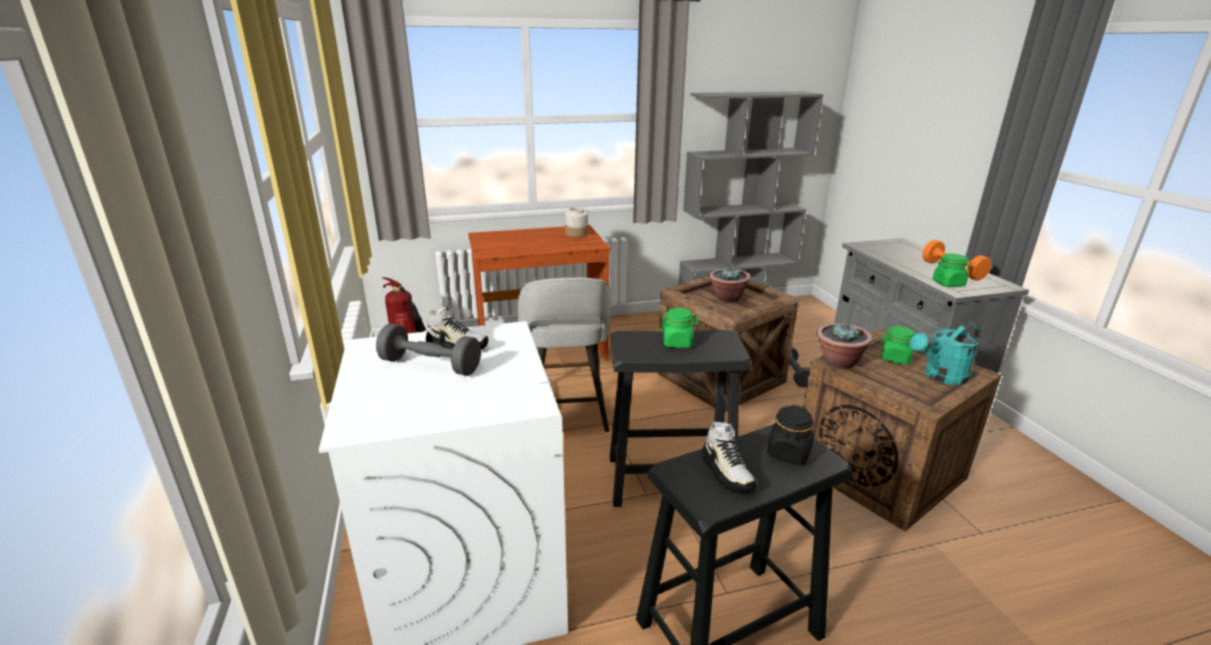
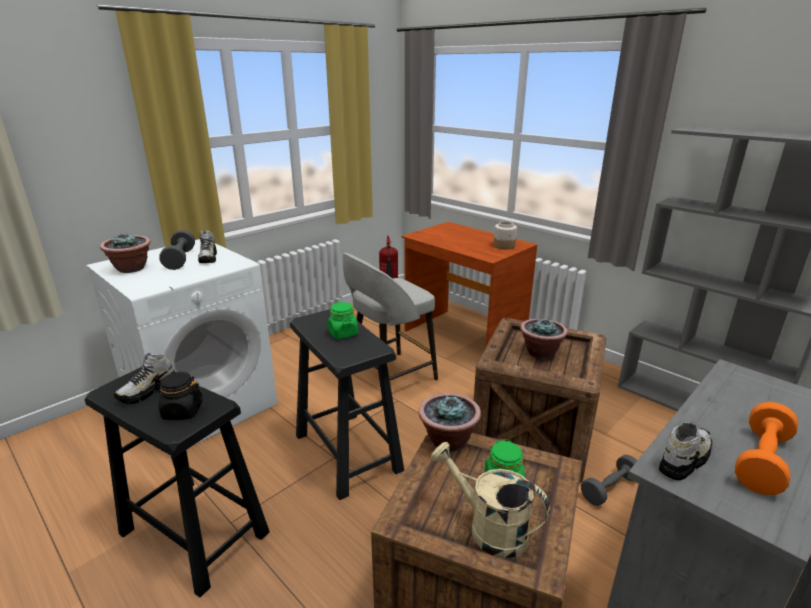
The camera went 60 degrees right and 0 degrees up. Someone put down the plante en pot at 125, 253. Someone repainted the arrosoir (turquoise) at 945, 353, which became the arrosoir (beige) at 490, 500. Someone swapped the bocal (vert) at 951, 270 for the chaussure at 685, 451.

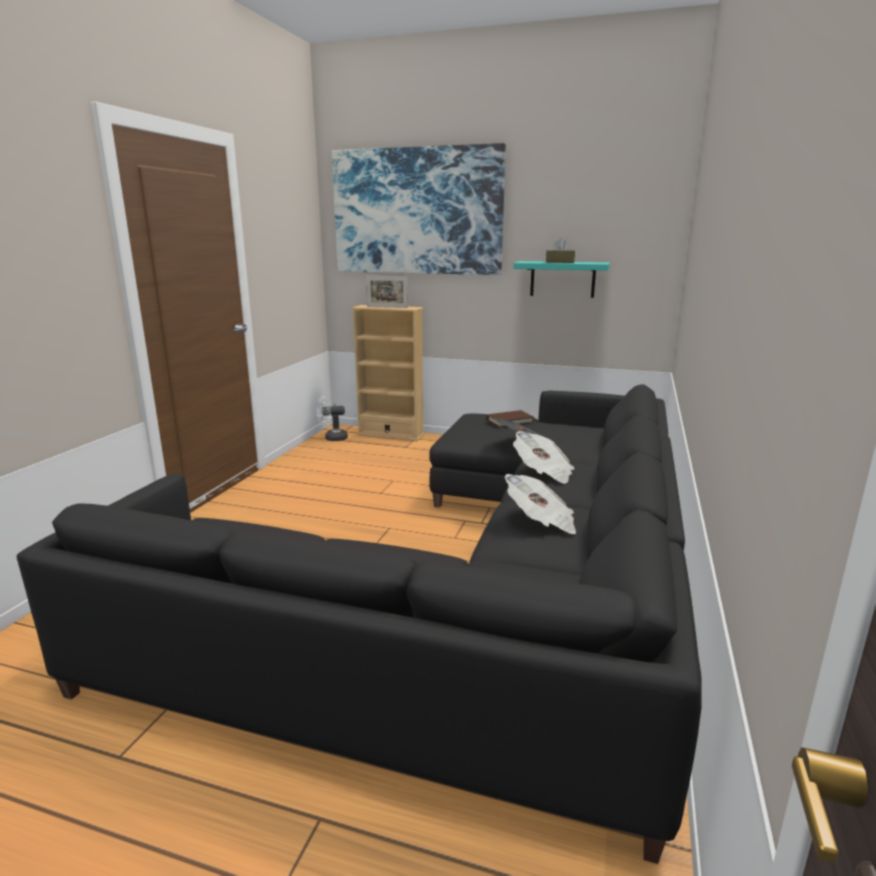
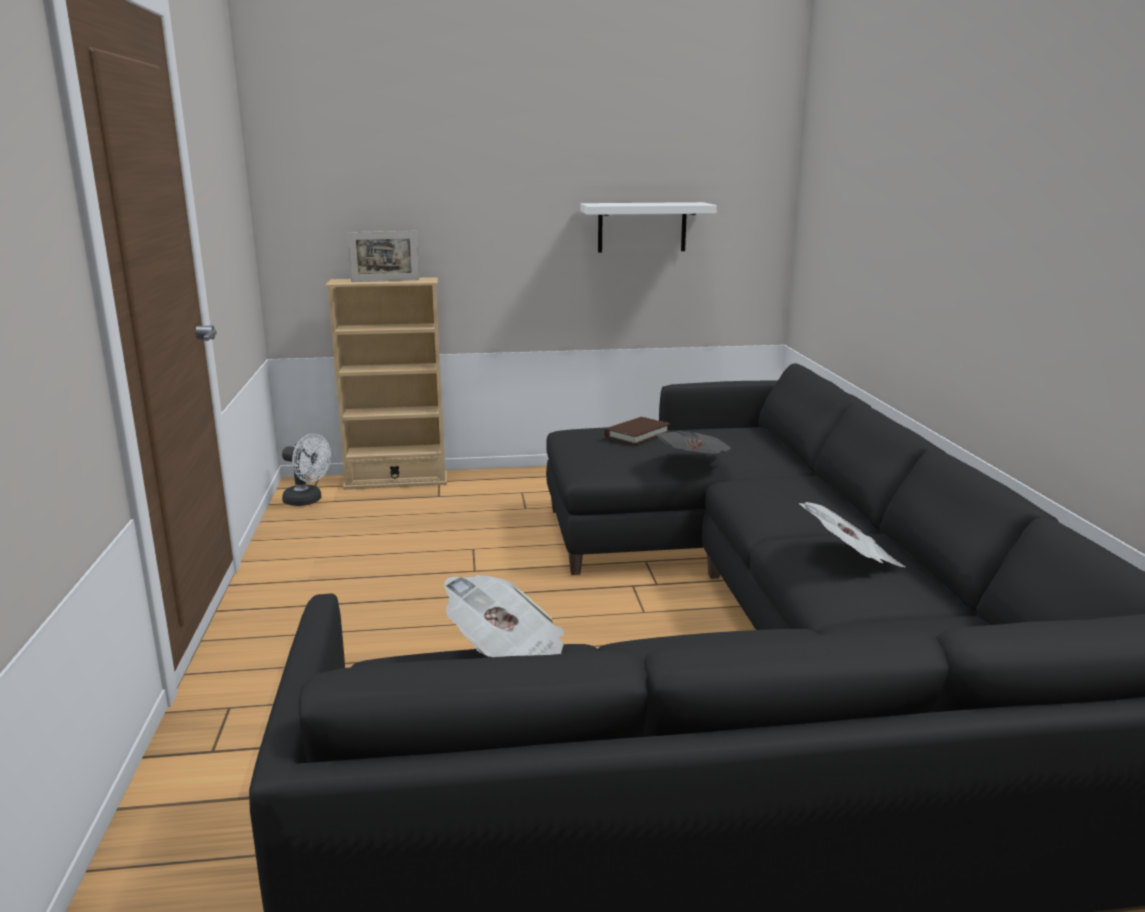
The camera went 25 degrees left and 0 degrees up. Someone rotated the ventilateur (blanc) at 332, 418 by 120 degrees counterclockwise. Someone carried the journal from 543, 457 to 504, 616. Someone repainted the étagère (turquoise) at 561, 279, which became the étagère (blanc) at 649, 227. Someone took away the tableau at 419, 209. Someone took away the boîte à mouchoirs (marron) at 560, 250.

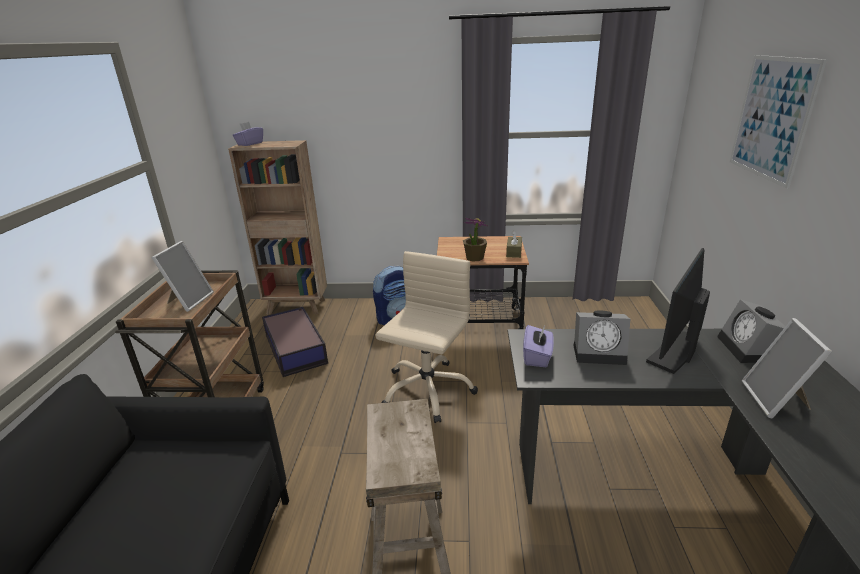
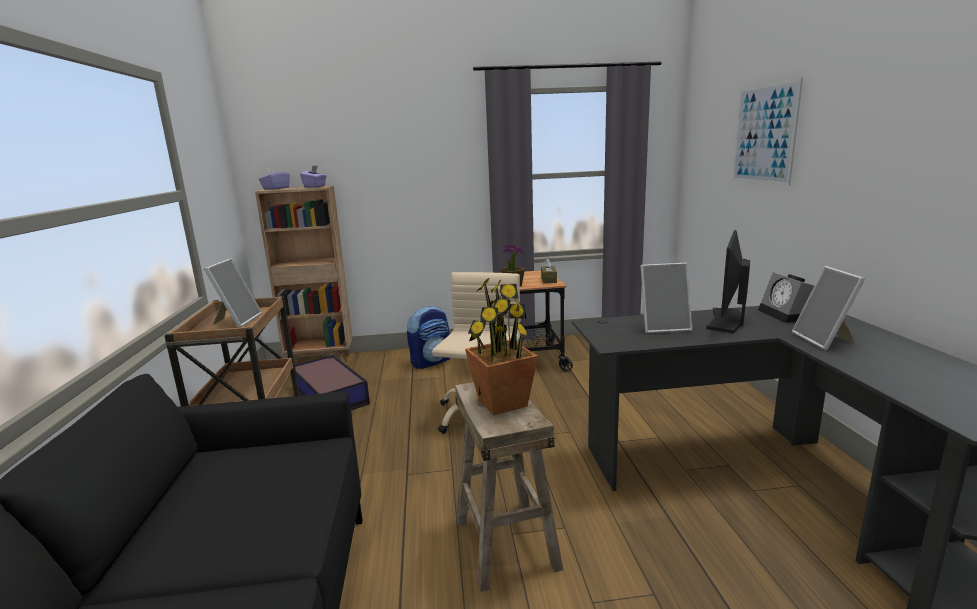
The camera went 10 degrees left and 10 degrees down. Someone carried the boîte à mouchoirs (violet) from 538, 346 to 313, 176. Someone put down the plante en pot at 501, 346. Someone swapped the réveil at 601, 338 for the cadre photo at 666, 298.

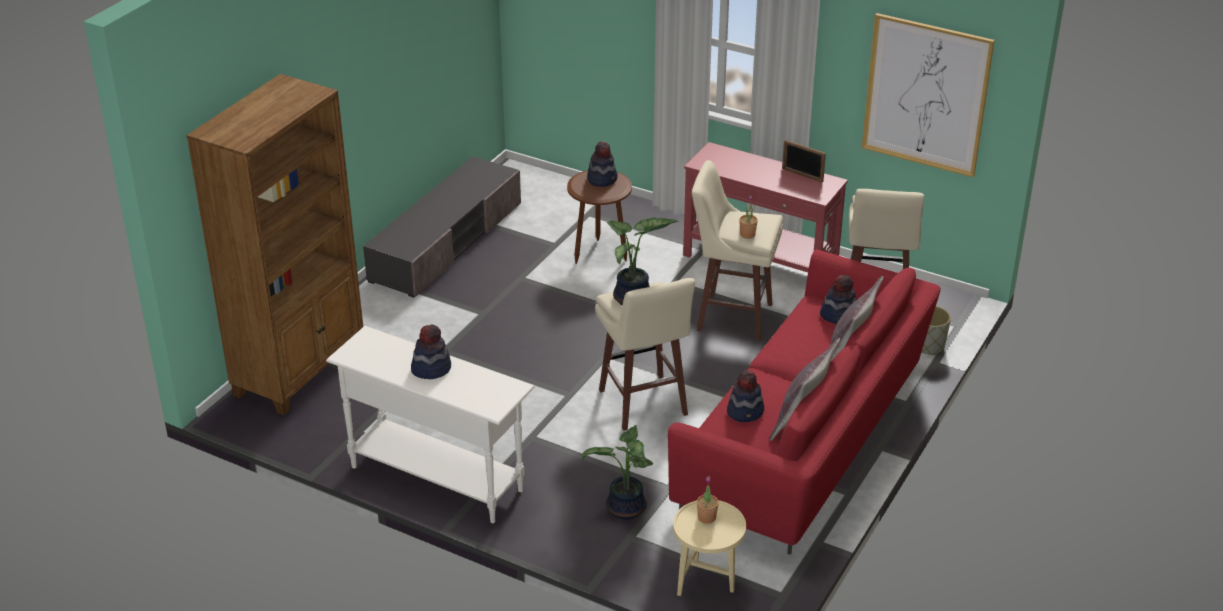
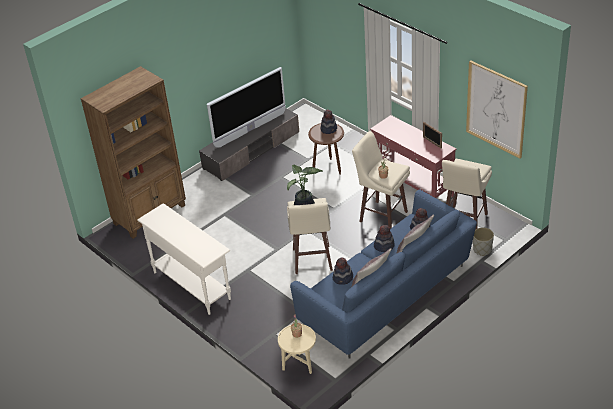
The camera went 20 degrees right and 5 degrees up. Someone put down the téléviseur at 246, 107. Someone repainted the canapé (rouge) at 804, 402, which became the canapé (bleu) at 383, 274. Someone carried the chapeau from 431, 351 to 384, 238. Someone took away the plante en pot at 617, 472.

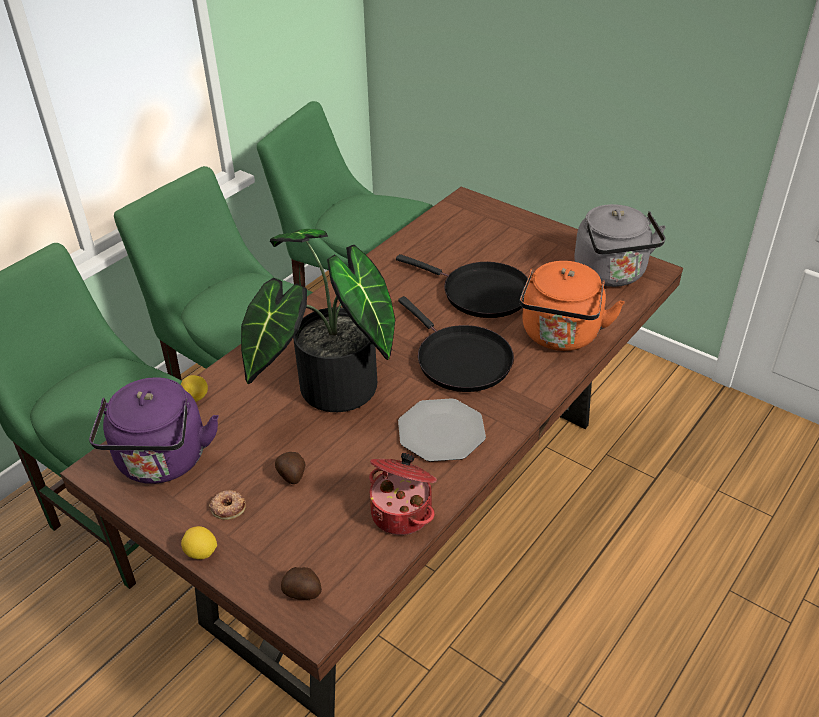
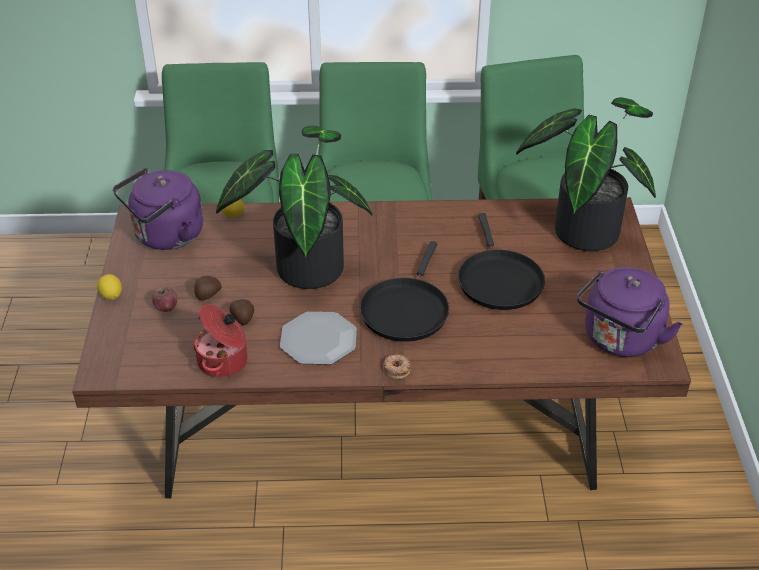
The camera went 50 degrees right and 0 degrees up. Someone put down the pomme at 164, 299. Someone carried the pomme de terre from 301, 583 to 241, 312. Someone carried the beignet from 227, 505 to 397, 366. Someone put down the plante en pot at 586, 174. Someone repainted the bouilloire (gris) at 620, 245, which became the bouilloire (violet) at 630, 312. Someone took away the bouilloire (orange) at 572, 306.

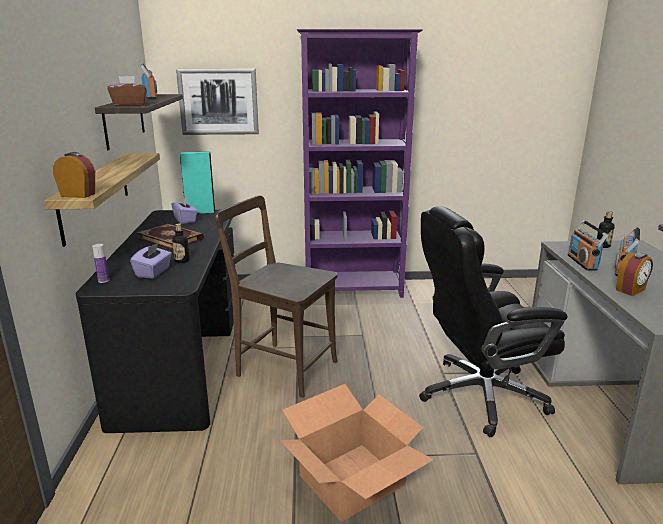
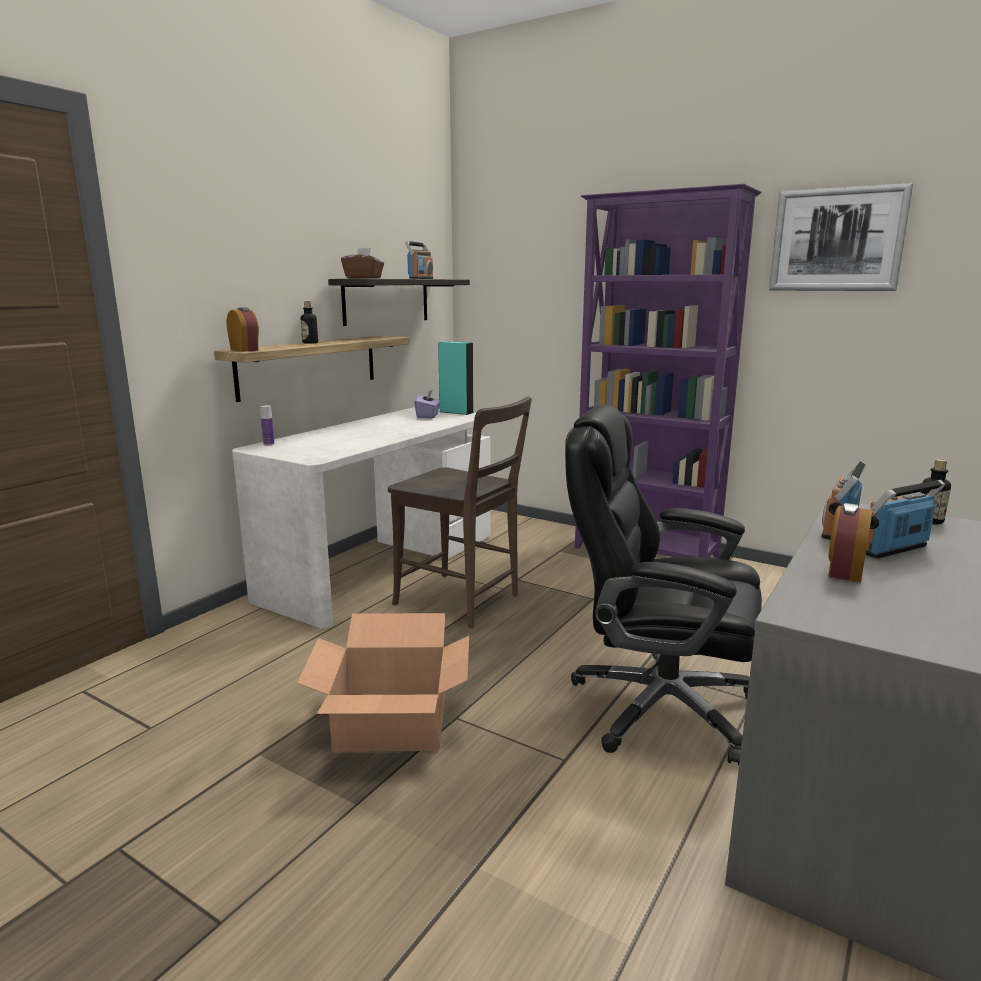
The camera went 35 degrees right and 5 degrees down. Someone repainted the bureau (noir) at 155, 321, which became the bureau (blanc) at 361, 517. Someone carried the bouteille from 181, 243 to 309, 322. Someone rotated the chaise (marron) at 276, 296 by 150 degrees clockwise. Someone carried the tableau from 217, 101 to 841, 237. Someone rotated the réveil at 634, 274 by 120 degrees clockwise. Someone took away the boîte à mouchoirs (violet) at 151, 260. Someone took away the livre at 170, 237.

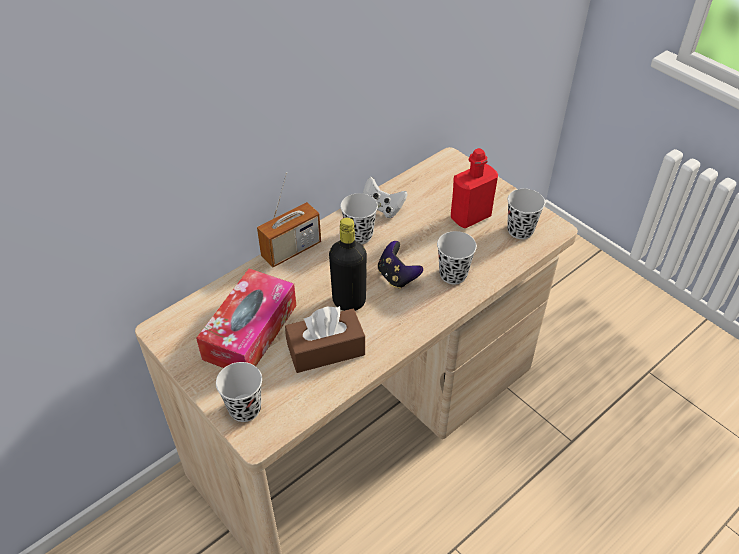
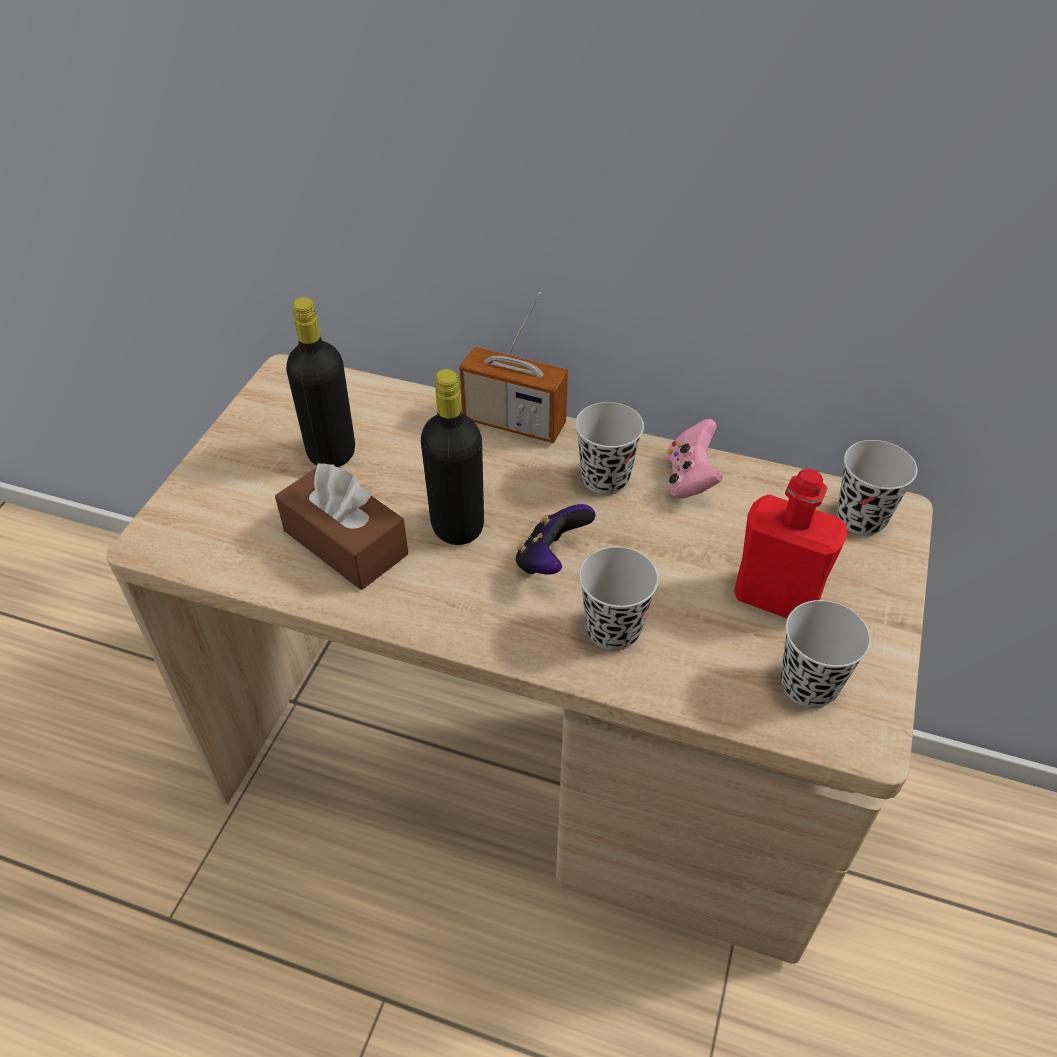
The camera went 60 degrees right and 0 degrees up. Someone swapped the boîte à mouchoirs at 246, 318 for the bouteille (noir) at 320, 382. Someone repainted the manette (blanc) at 385, 197, which became the manette (rose) at 695, 458. Someone carried the tasse (noir) from 239, 392 to 877, 488.

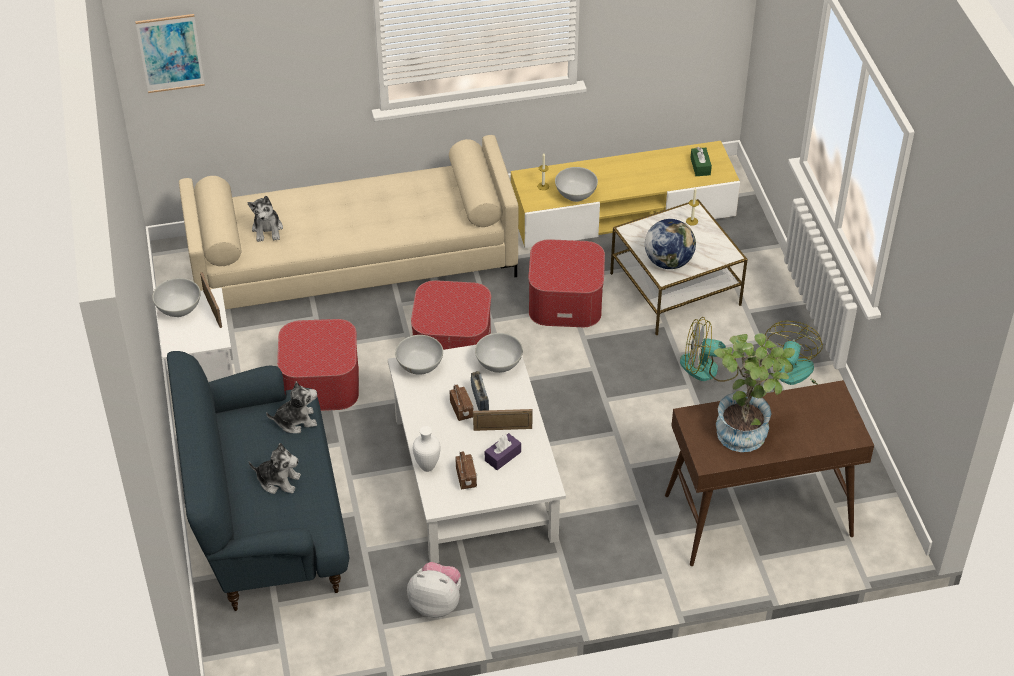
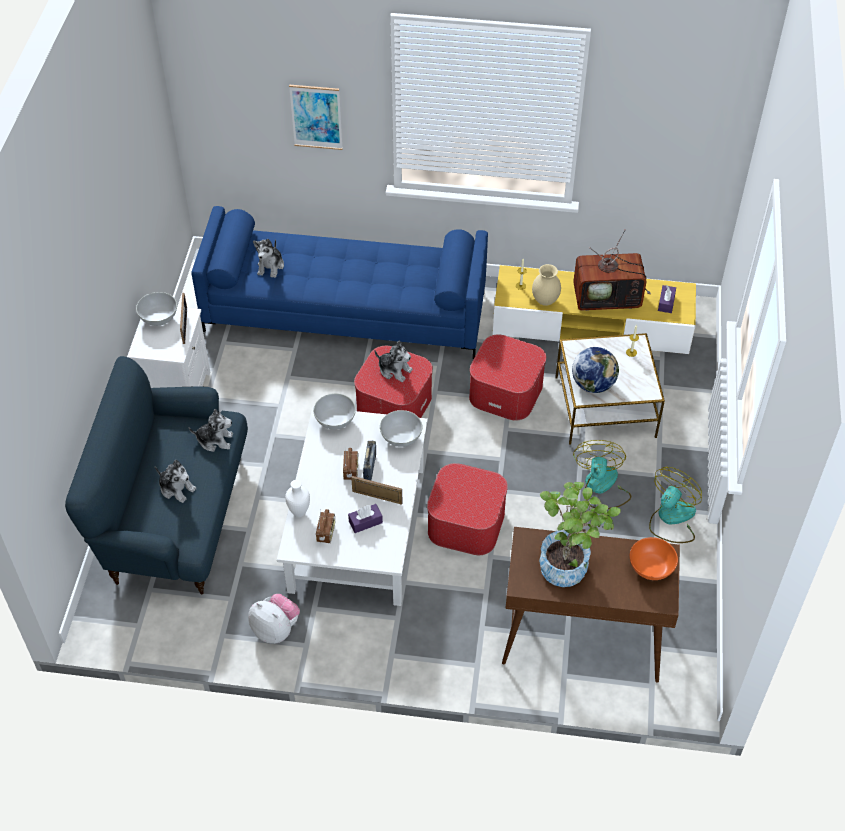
The camera went 20 degrees right and 5 degrees up. Someone repainted the canapé (beige) at 348, 222, which became the canapé (bleu) at 339, 282. Someone carried the tableau from 170, 53 to 316, 117. Someone put down the peluche at 394, 361. Someone carried the pouf from 318, 365 to 467, 509. Someone swapped the bol (blanc) at 576, 184 for the vase (beige) at 546, 285. Someone put down the téléviseur at 612, 270. Someone rotated the ventilateur at 709, 349 by 75 degrees clockwise. Someone put down the bol (orange) at 654, 558. Someone repainted the boîte à mouchoirs (vert) at 701, 161, which became the boîte à mouchoirs (violet) at 667, 299.

